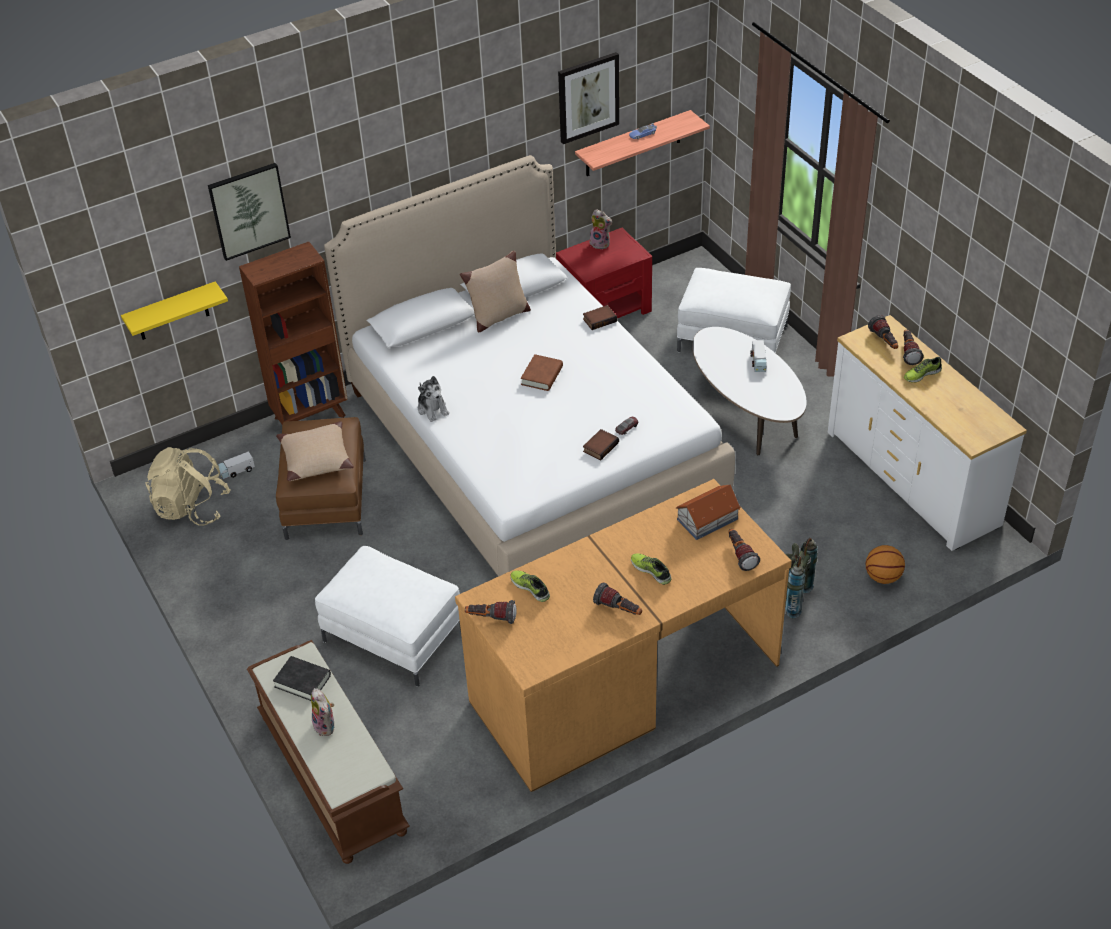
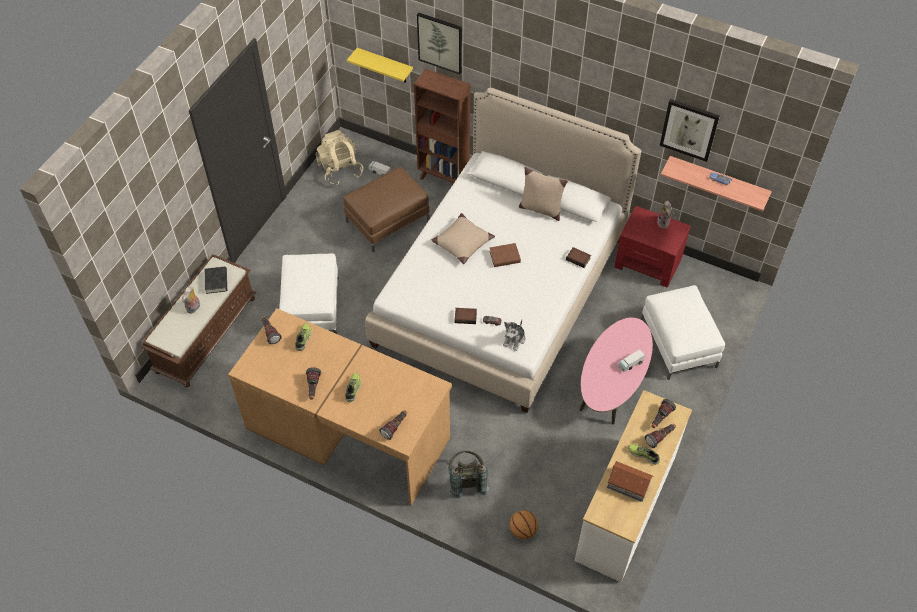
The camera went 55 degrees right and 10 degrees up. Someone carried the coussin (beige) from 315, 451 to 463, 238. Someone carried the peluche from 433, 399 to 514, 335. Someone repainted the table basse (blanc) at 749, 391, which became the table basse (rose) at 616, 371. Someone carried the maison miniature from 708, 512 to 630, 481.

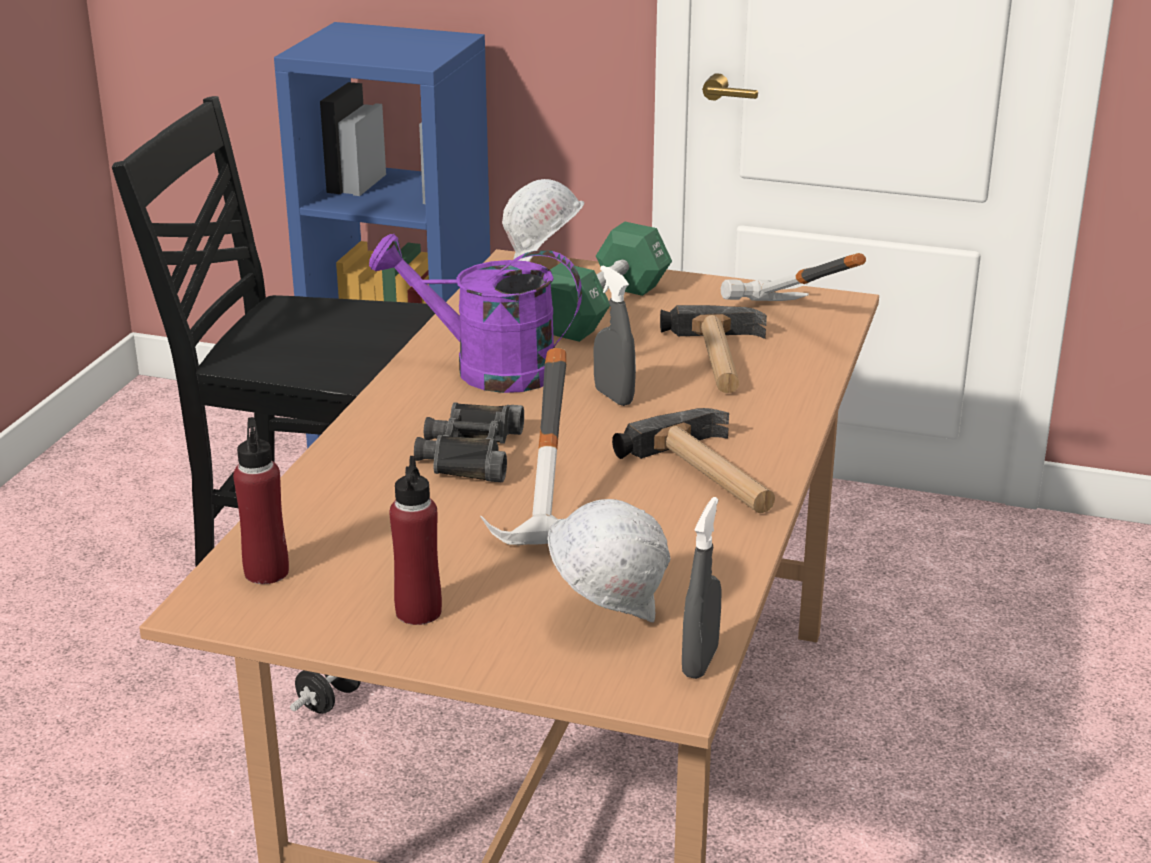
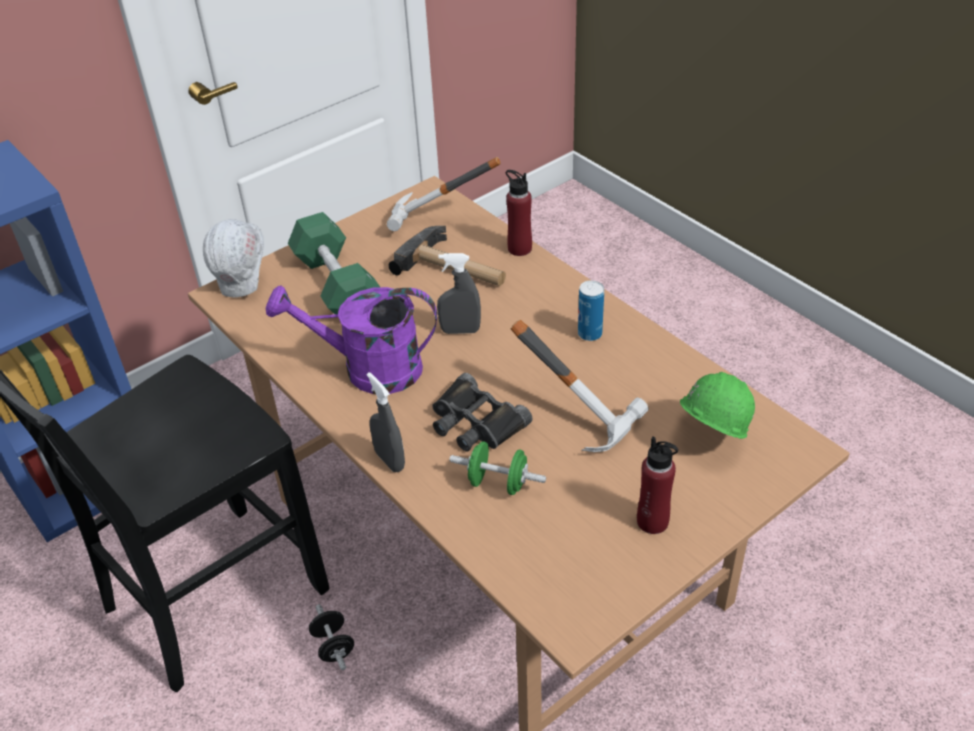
The camera went 55 degrees left and 15 degrees up. Someone rotated the arrosoir (violet) at 475, 313 by 45 degrees clockwise. Someone carried the vaporisateur (gris) from 702, 588 to 386, 422. Someone put down the haltère (vert) at 497, 468. Someone carried the bouteille (rouge) from 261, 500 to 519, 213. Someone swapped the marteau at 693, 460 for the boîte métallique at 591, 310. Someone repainted the casque de chantier (blanc) at 609, 561, which became the casque de chantier (vert) at 717, 405.

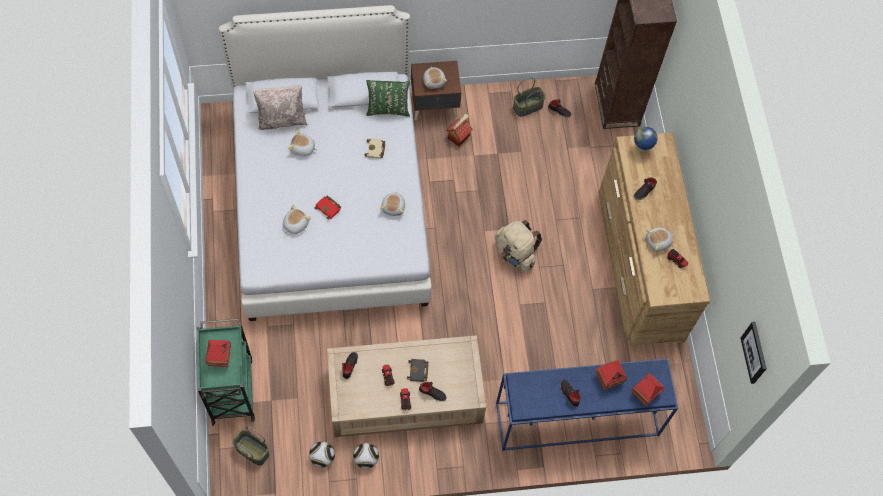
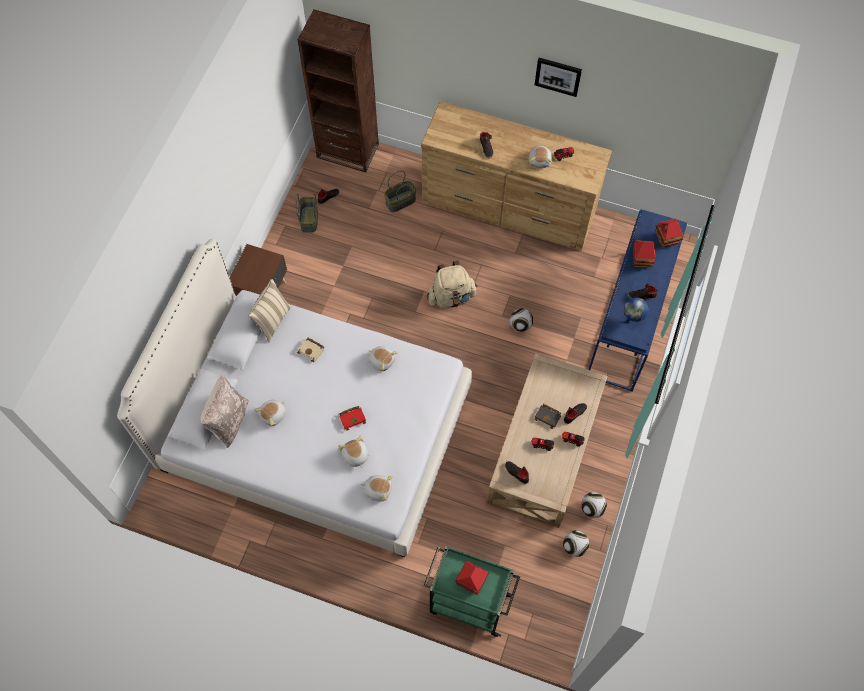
The camera went 60 degrees left and 0 degrees up. Someone repainted the coussin (vert) at 388, 98, which became the coussin (beige) at 270, 310. Someone carried the peluche from 435, 78 to 377, 488. Someone carried the panier from 251, 445 to 400, 191. Someone put down the ballon de foot at 521, 320. Someone carried the tableau from 754, 353 to 558, 77. Someone carried the globe from 646, 139 to 636, 309. Someone took away the maison miniature at 459, 130.

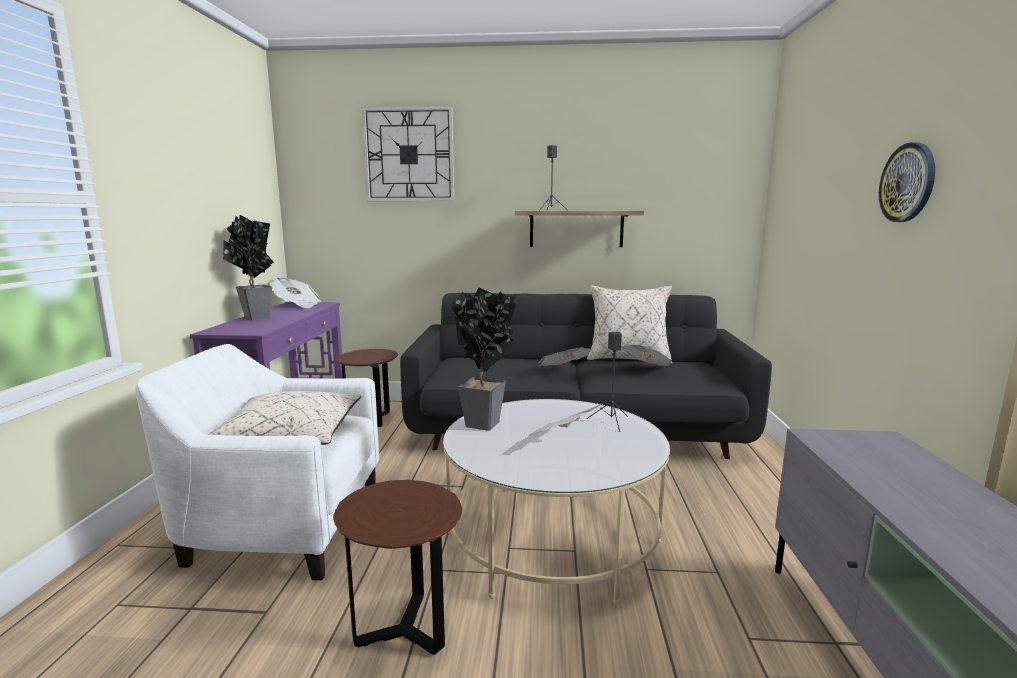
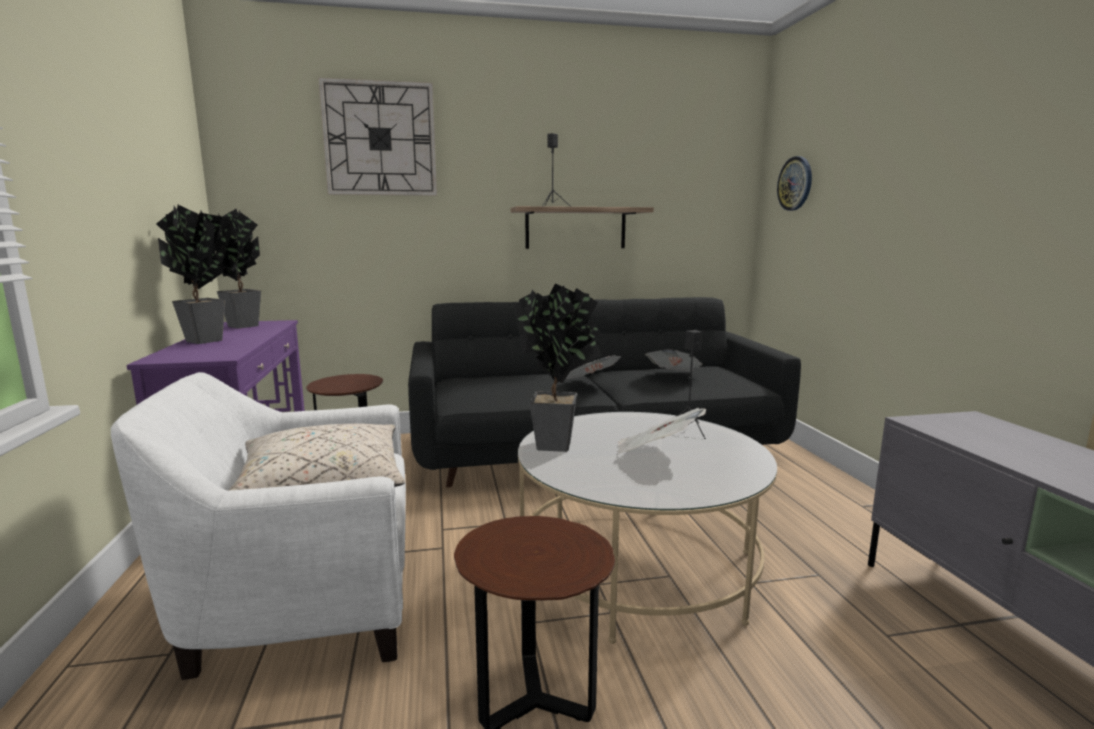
The camera went 15 degrees left and 0 degrees up. Someone swapped the journal at 295, 292 for the plante en pot at 238, 269. Someone carried the horloge murale from 907, 182 to 794, 183. Someone took away the coussin (beige) at 629, 324.

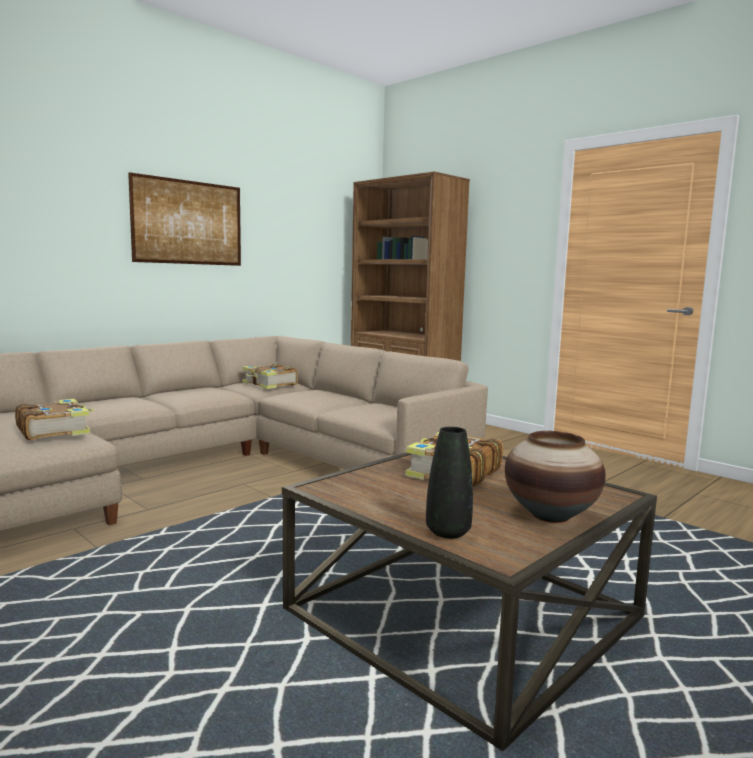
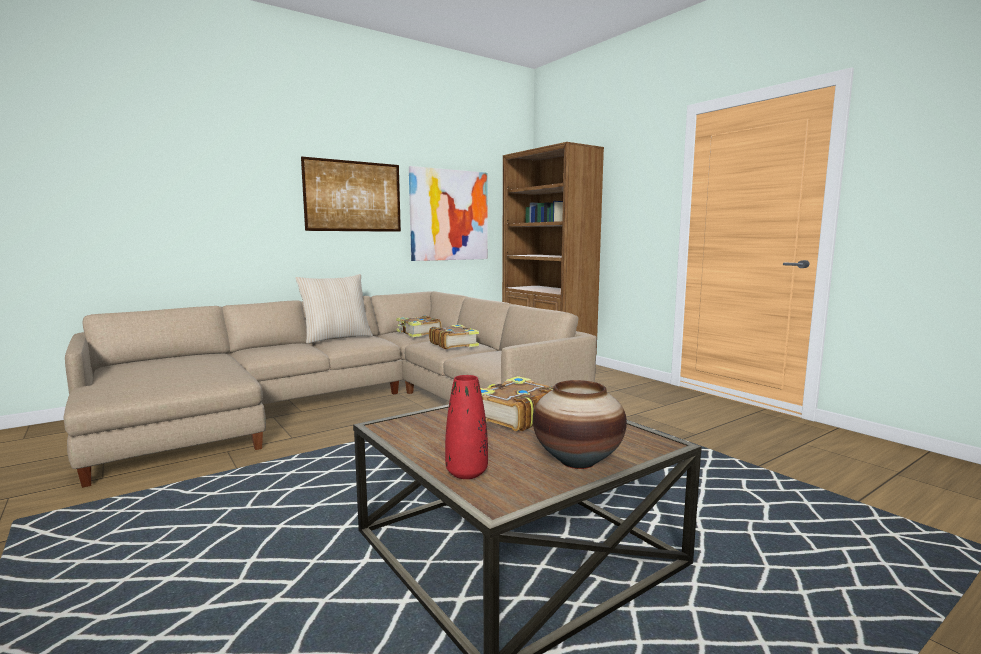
The camera went 10 degrees right and 0 degrees up. Someone put down the coussin (beige) at 334, 309. Someone put up the tableau at 448, 213. Someone carried the livre from 55, 419 to 454, 336. Someone repainted the vase (noir) at 449, 483, which became the vase (rouge) at 466, 427.

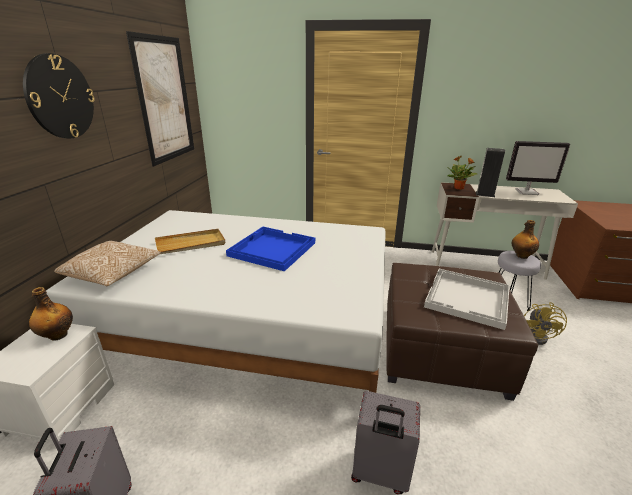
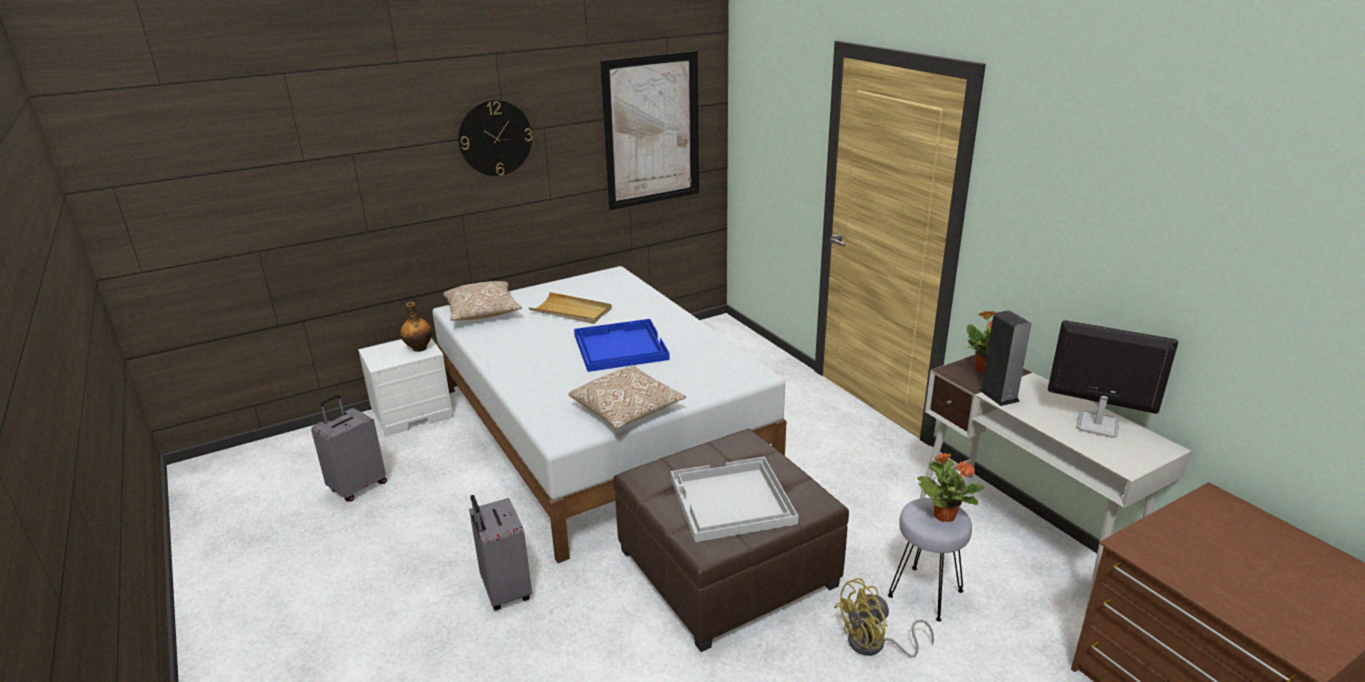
The camera went 50 degrees right and 0 degrees up. Someone put down the coussin at 627, 397. Someone swapped the bouteille at 525, 239 for the plante en pot at 950, 487. Someone rotated the écran d'ordinateur at 538, 168 by 150 degrees clockwise.

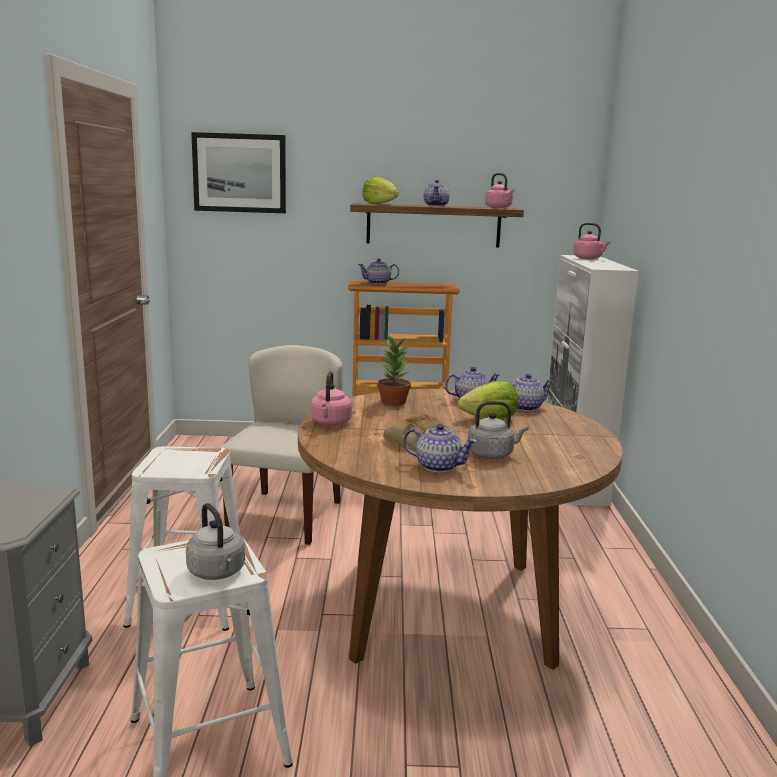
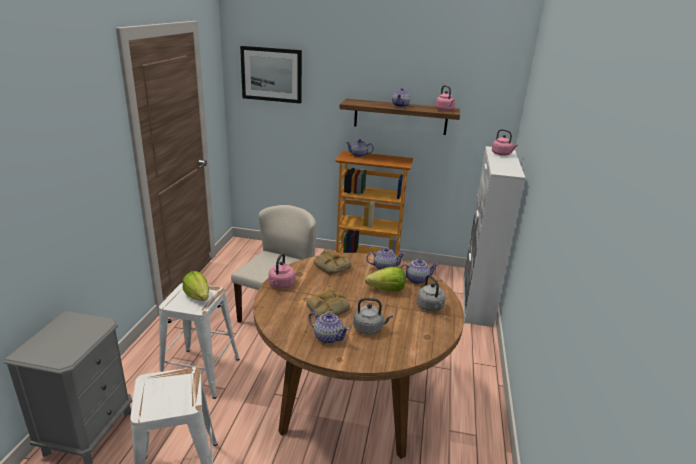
The camera went 10 degrees right and 10 degrees up. Someone carried the laitue from 380, 190 to 196, 286. Someone swapped the plante en pot at 394, 370 for the pain at 333, 262. Someone carried the bouilloire (gris) from 215, 541 to 431, 293.

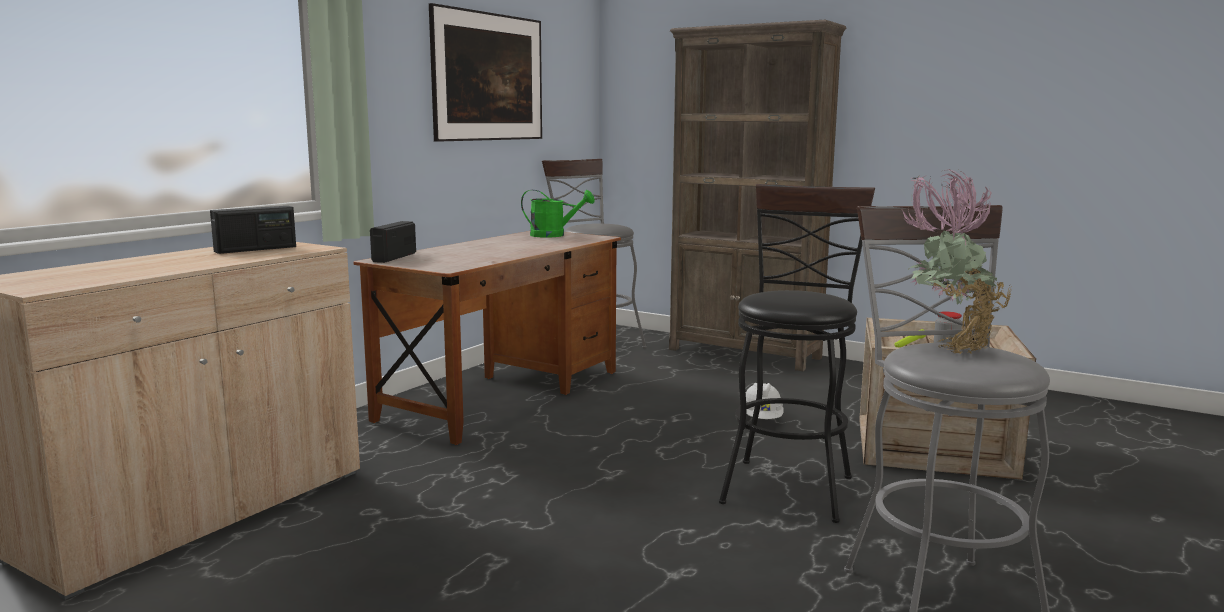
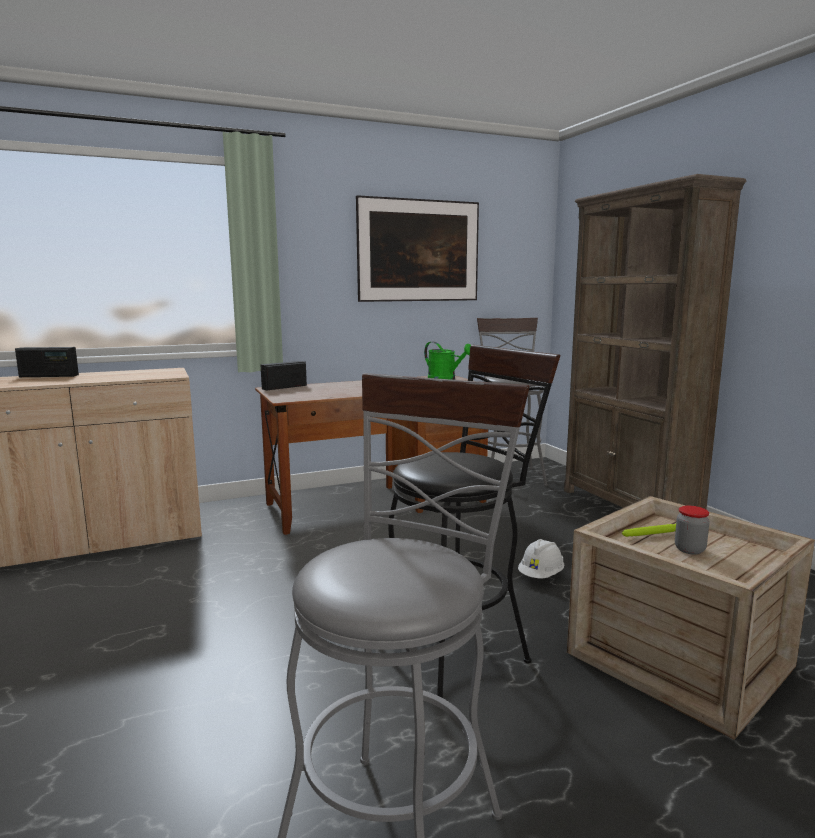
The camera went 35 degrees right and 0 degrees up. Someone carried the radio from 253, 230 to 47, 362. Someone took away the plante en pot at 957, 261.

